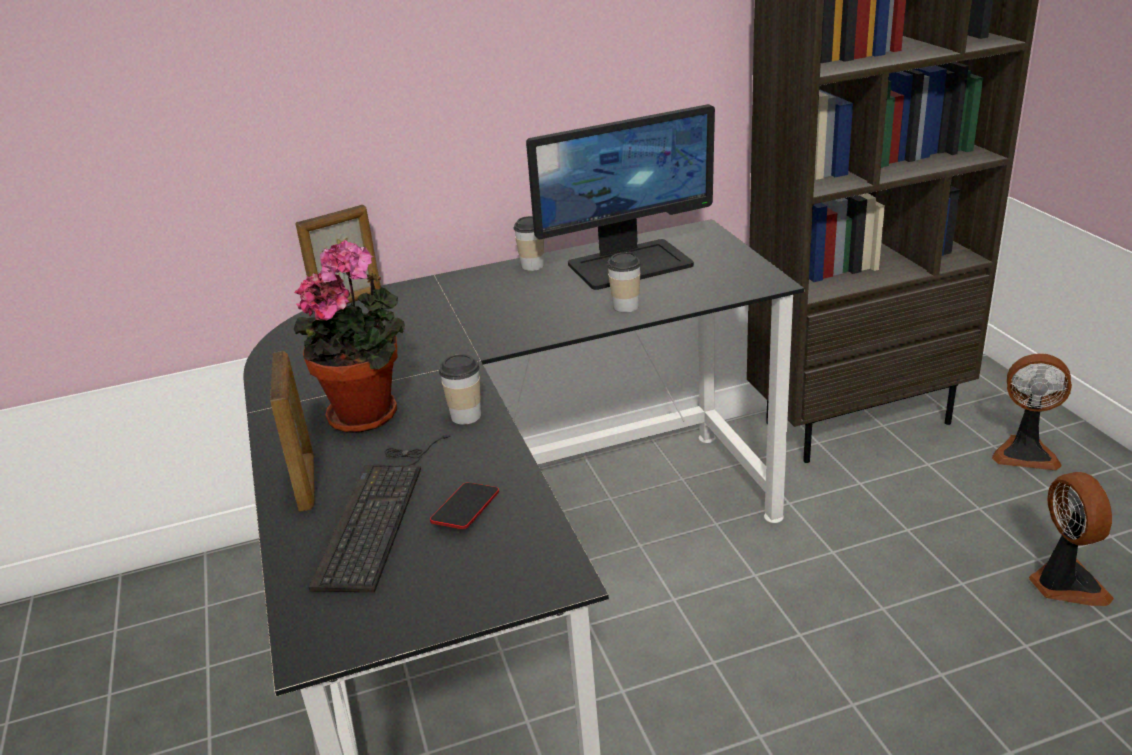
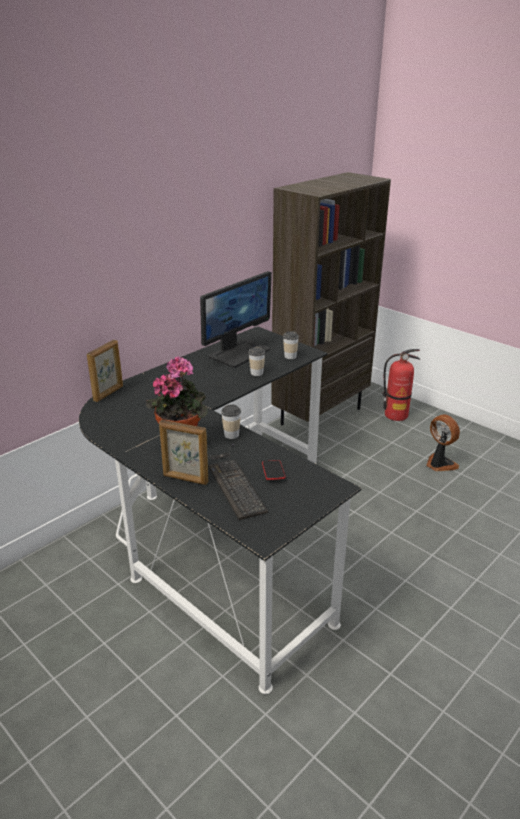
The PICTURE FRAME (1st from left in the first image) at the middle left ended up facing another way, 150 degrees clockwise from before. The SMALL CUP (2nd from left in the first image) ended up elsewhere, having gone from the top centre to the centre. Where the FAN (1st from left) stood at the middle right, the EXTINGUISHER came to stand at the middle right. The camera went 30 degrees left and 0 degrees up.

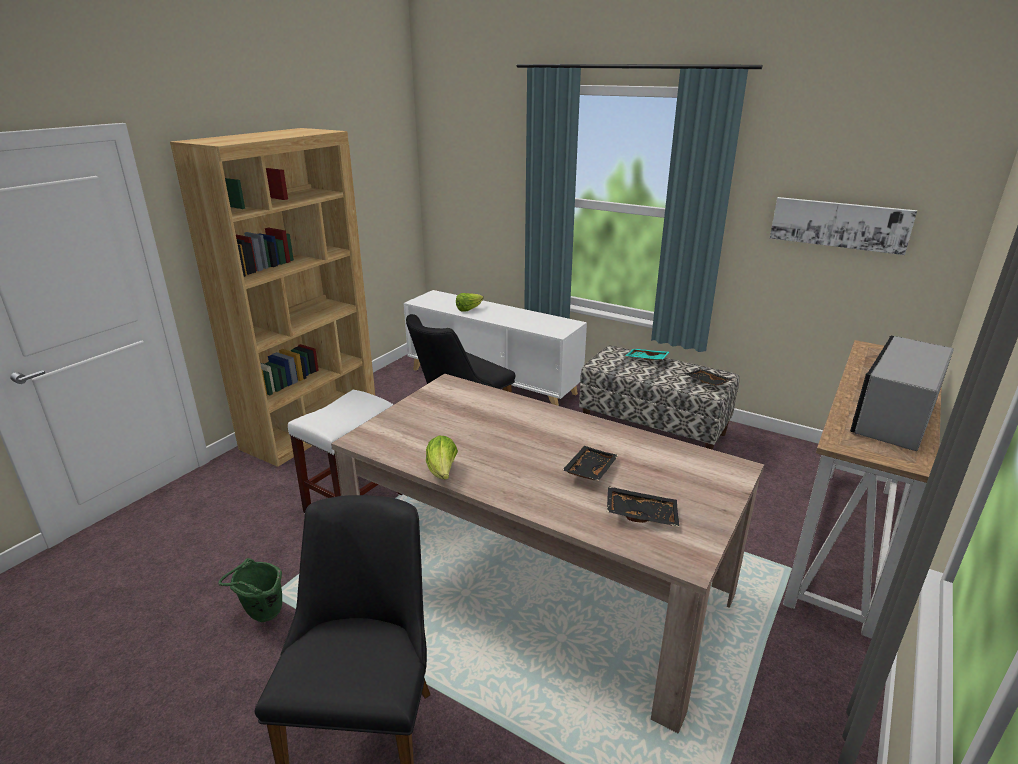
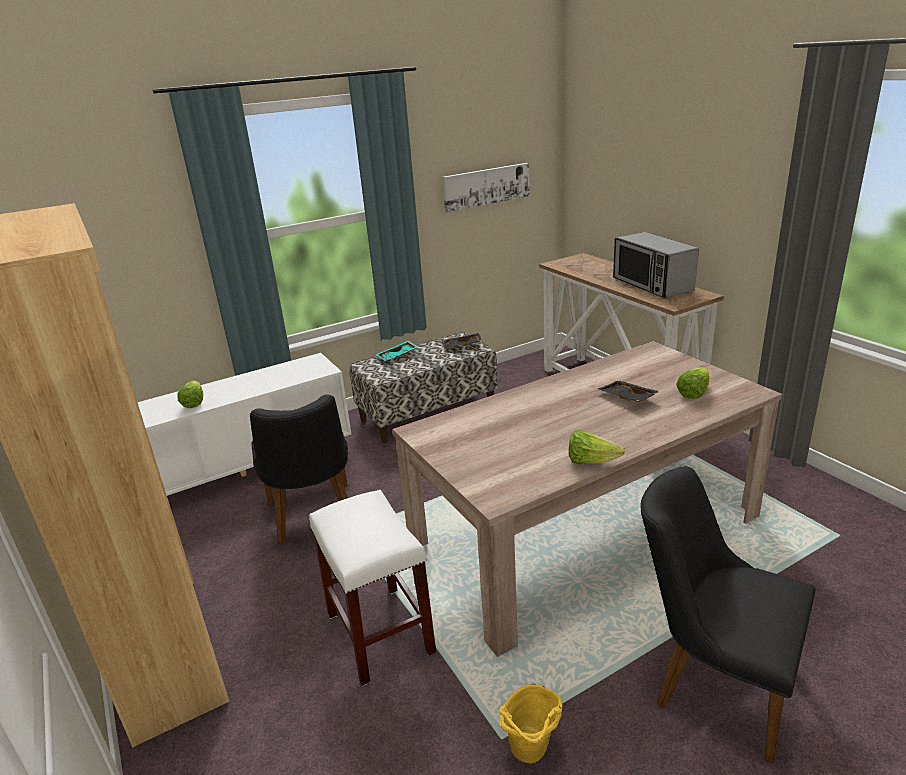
What was the GREENISH WATER BUCKET at the bottom left turned into the YELLOW-COLOURED WATER BUCKET at the bottom centre. Where the BLACK-COLOURED CARRYING TRAY (2nd from left) stood at the centre, the HEAD OF LETTUCE (3rd from left) came to stand at the middle right. The camera went 60 degrees left and 0 degrees up.

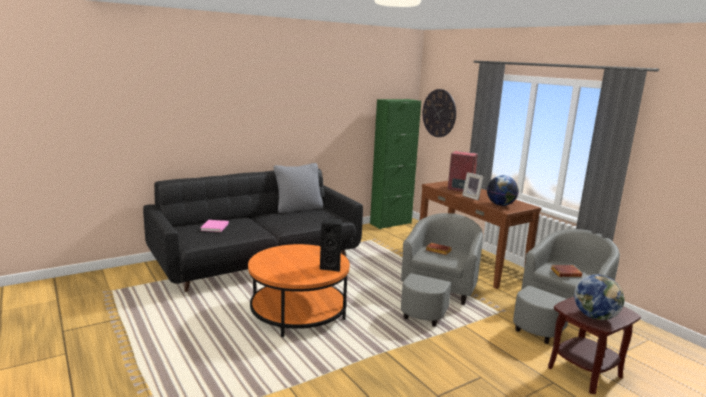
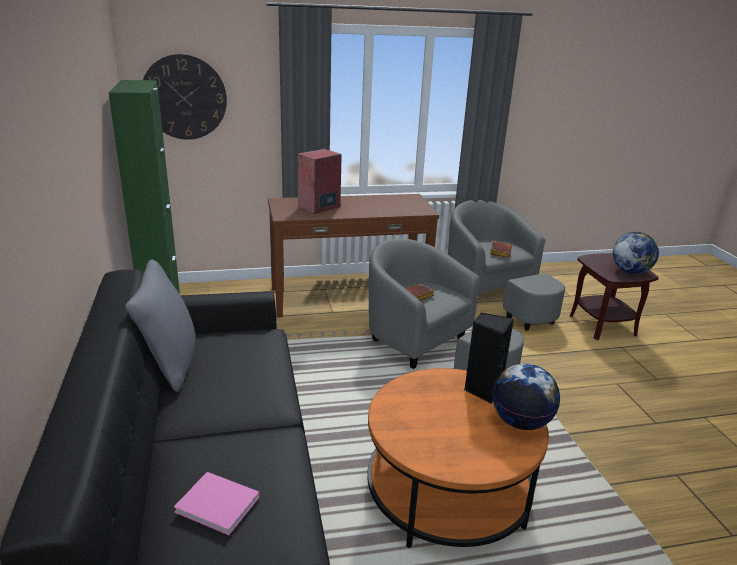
The WORLD GLOBE (1st from left) ended up elsewhere, having gone from the middle right to the bottom right. The second view lost the PICTURE FRAME at the middle right. The camera went 70 degrees left and 10 degrees up.

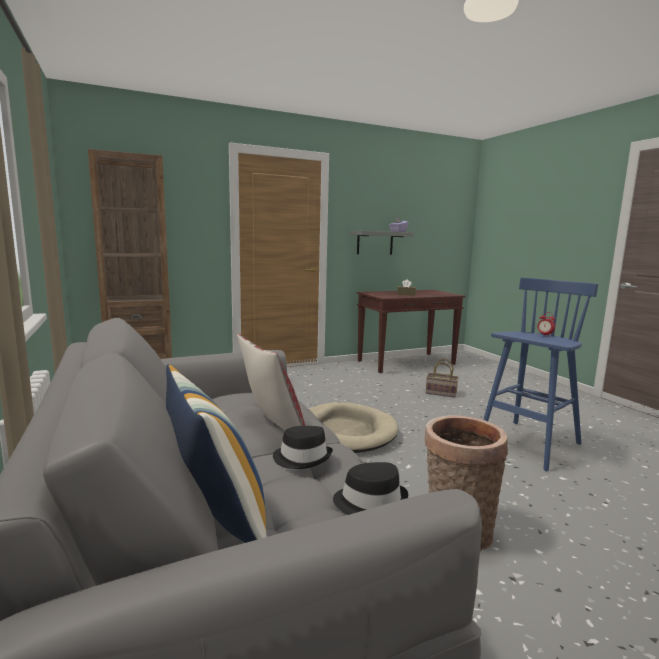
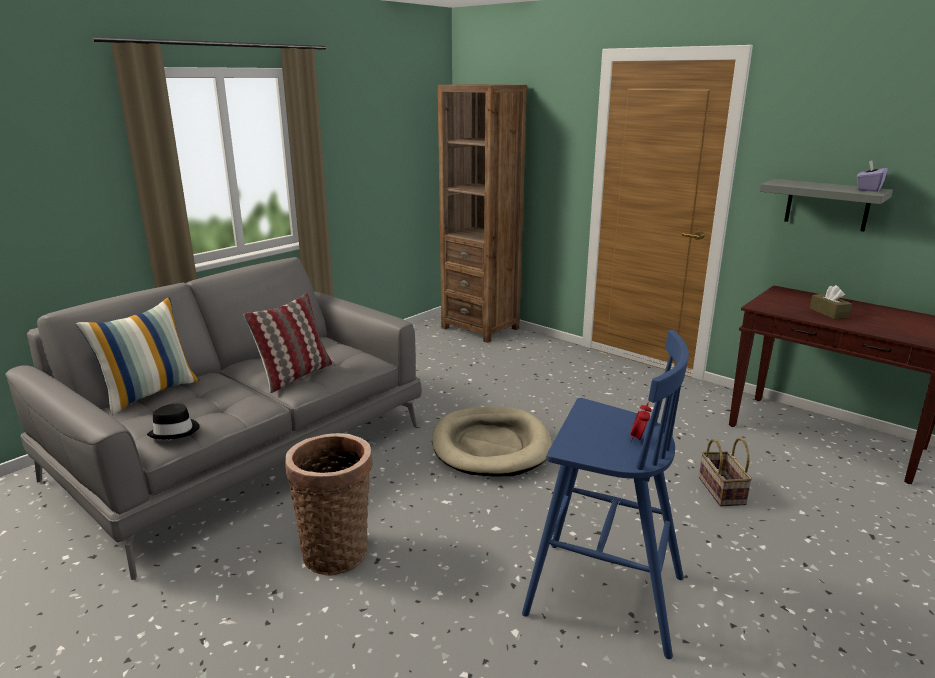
The second view lost the BLACK-COLOURED HAT (1st from left) at the bottom centre. The camera went 65 degrees right and 10 degrees up.

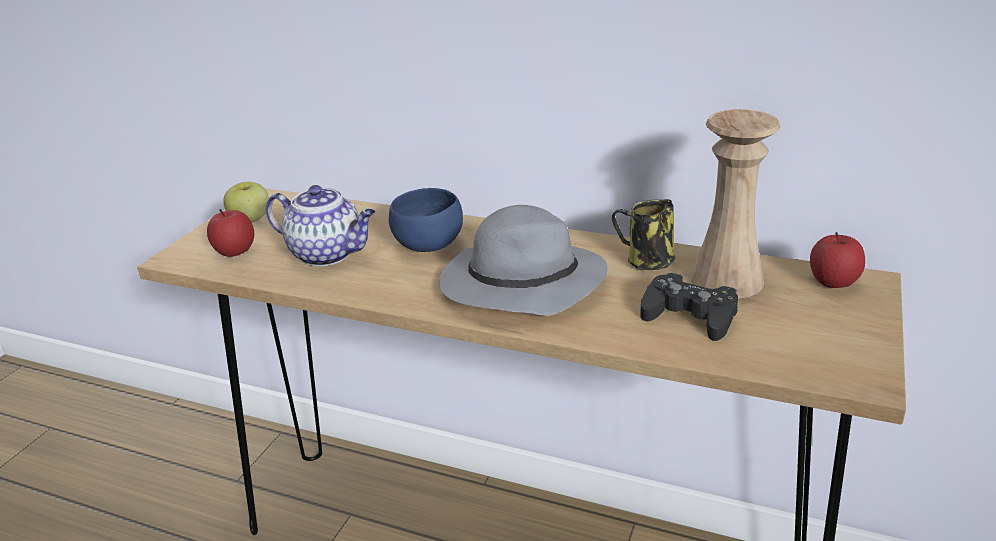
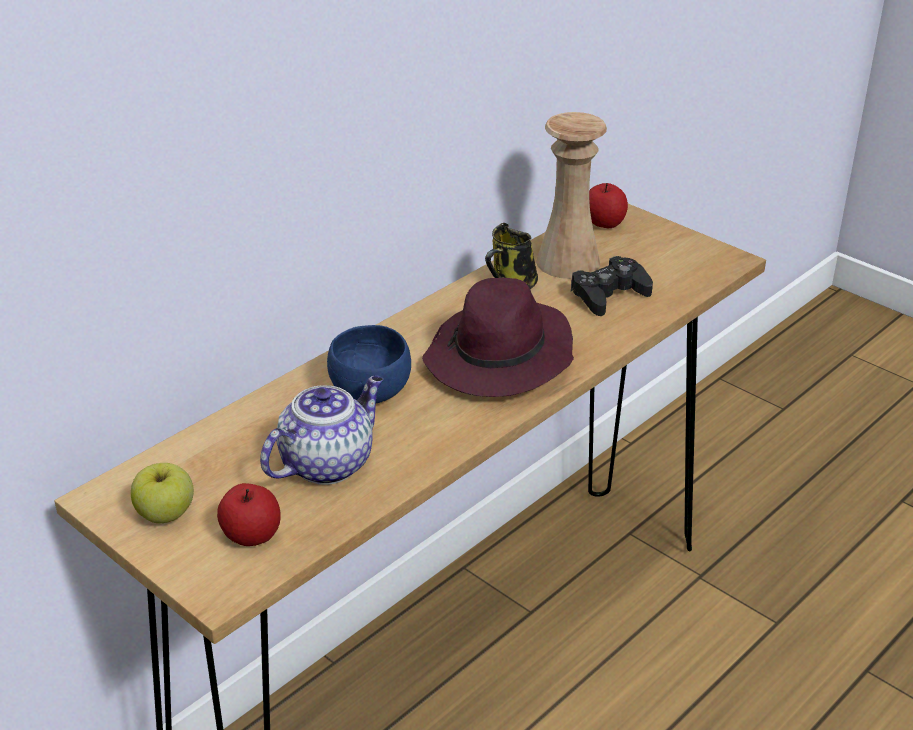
What was the GRAY HAT at the centre turned into the PURPLE HAT at the centre. The camera went 70 degrees left and 5 degrees up.

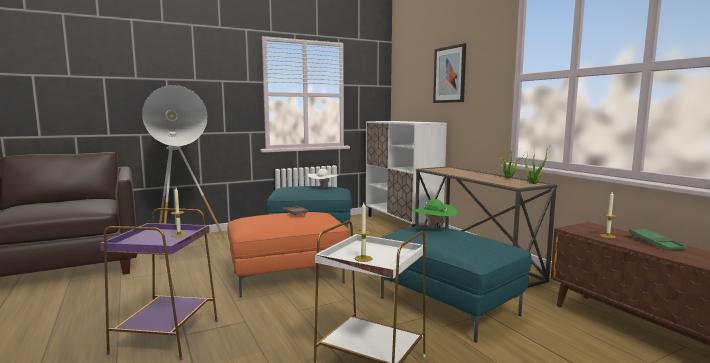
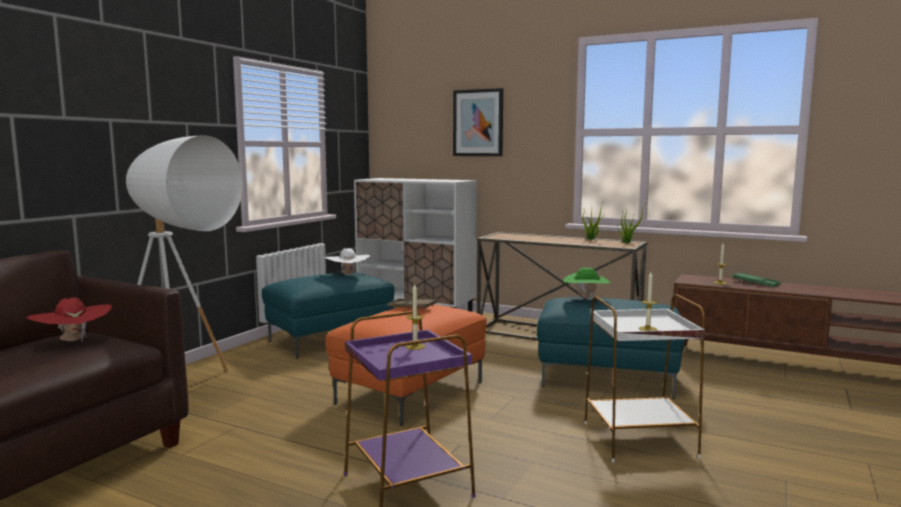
The second view gained the RED-COLOURED HAT at the middle left. The camera went 35 degrees left and 0 degrees up.

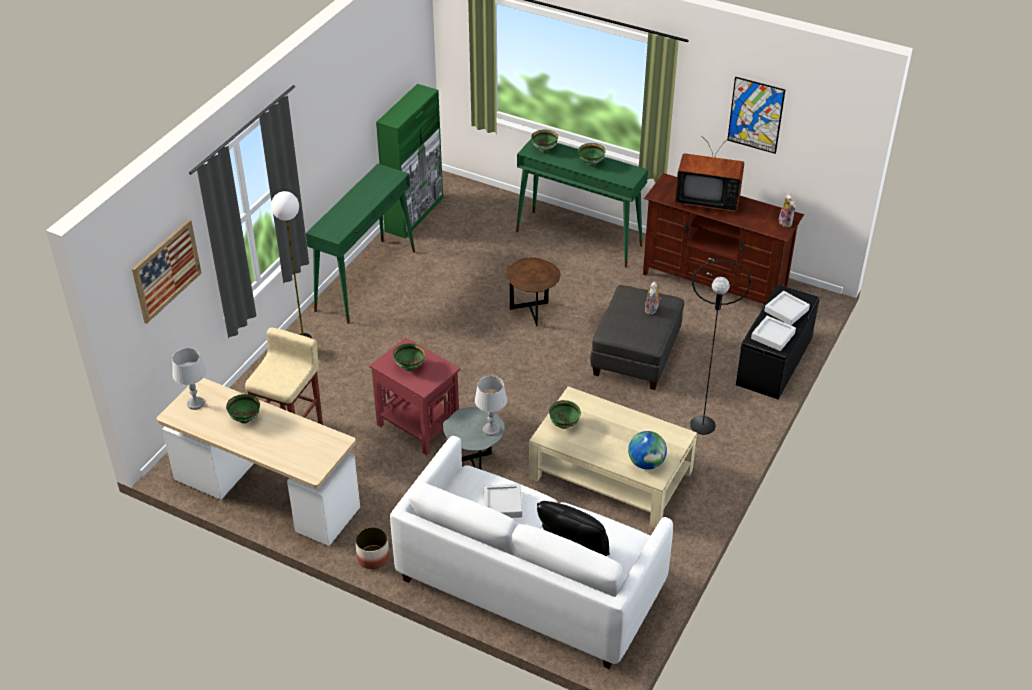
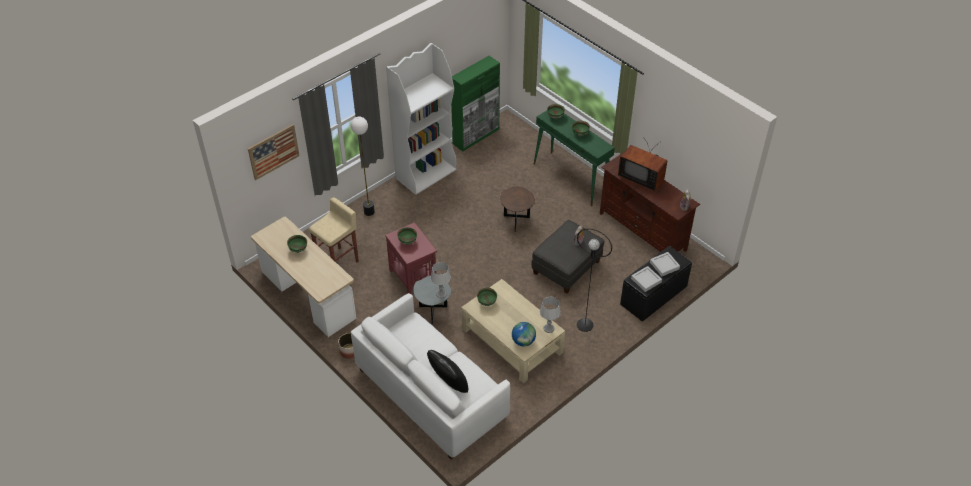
Where the GREENISH CONSOLE TABLE (1st from left) stood at the centre, the WHITE BOOKSHELF came to stand at the top centre. The GRAY TABLETOP LAMP (1st from left in the first image) ended up elsewhere, having gone from the middle left to the centre. The second view lost the GRAY CARRYING TRAY (1st from left) at the bottom centre. The second view lost the WALL PICTURE (2nd from left) at the top right. The camera went 20 degrees right and 5 degrees up.

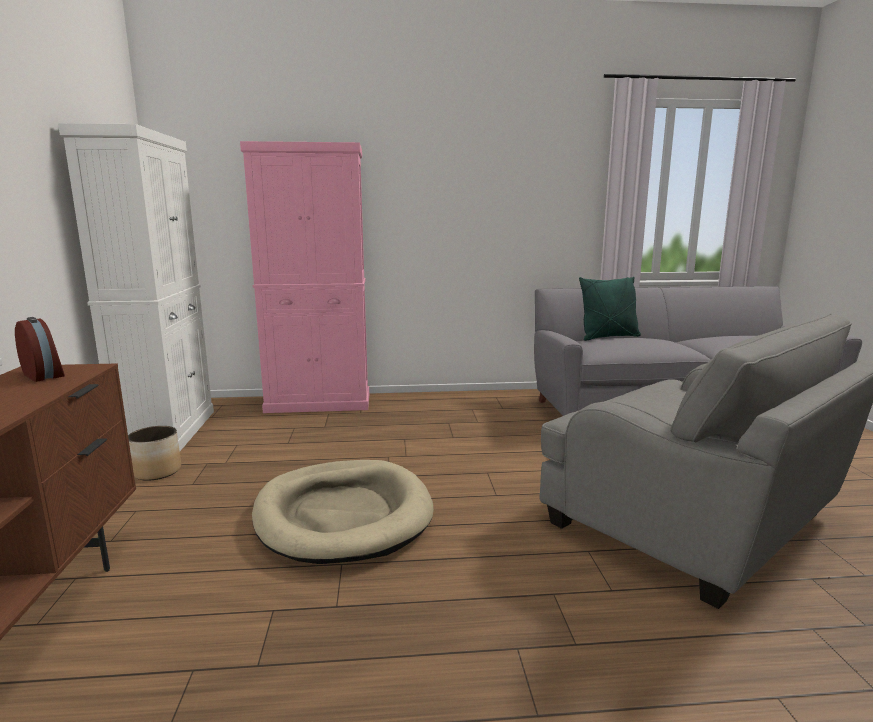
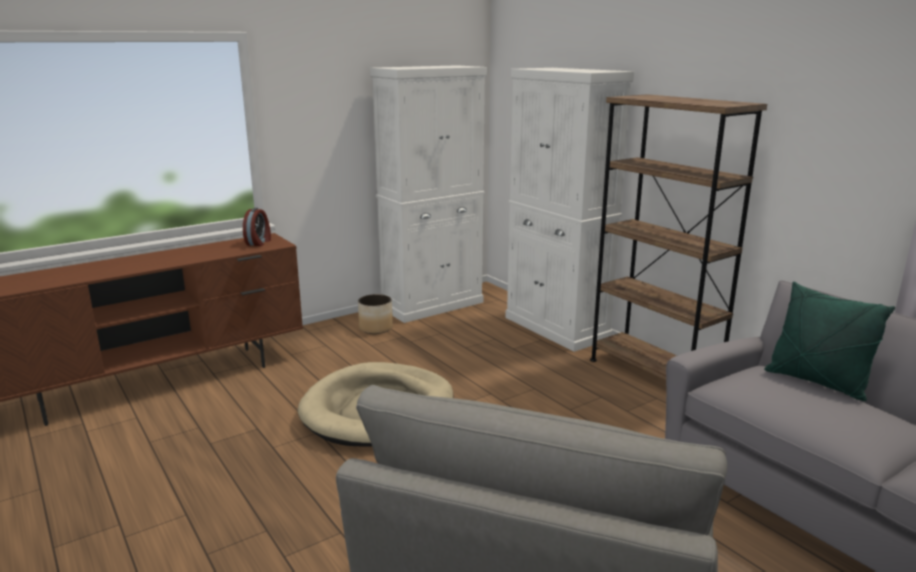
What was the PINK CABINET at the centre turned into the WHITE CABINET (2nd from left) at the centre. The second view gained the BROWNISH BOOKSHELF at the middle right. The camera went 60 degrees right and 5 degrees up.

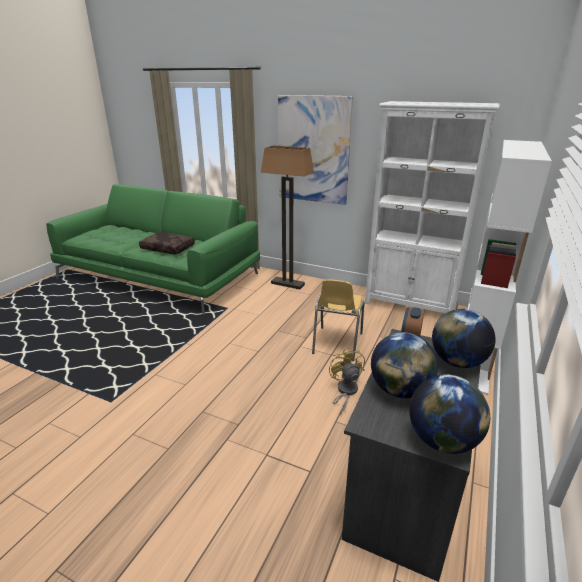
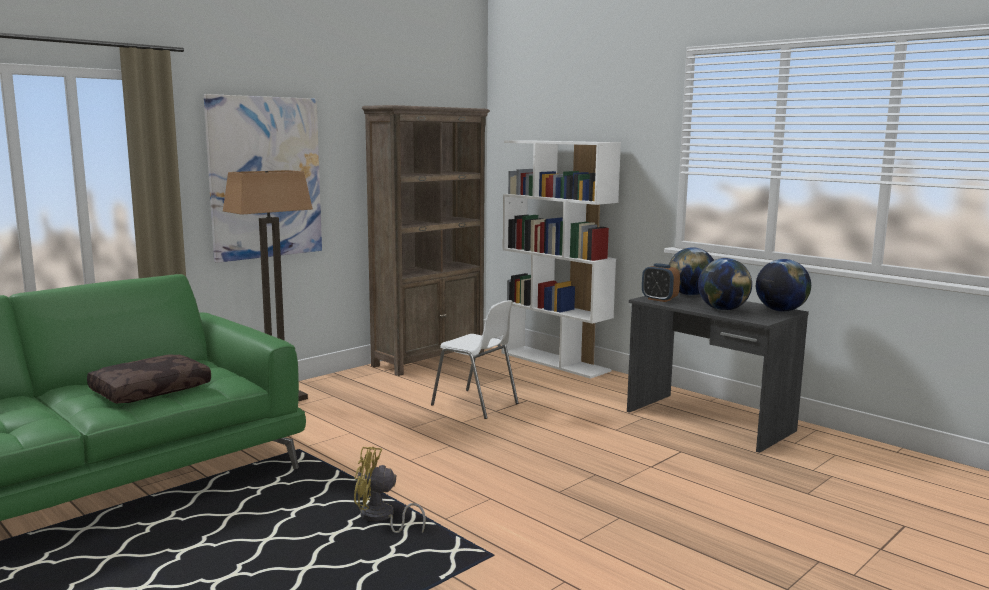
The YELLOW-COLOURED FAN ended up elsewhere, having gone from the centre to the bottom centre. What was the WHITE BOOKSHELF (1st from left) at the middle right turned into the BROWNISH BOOKSHELF at the centre. What was the YELLOW-COLOURED UPRIGHT CHAIR at the centre turned into the WHITE UPRIGHT CHAIR at the centre. The camera went 70 degrees left and 15 degrees down.

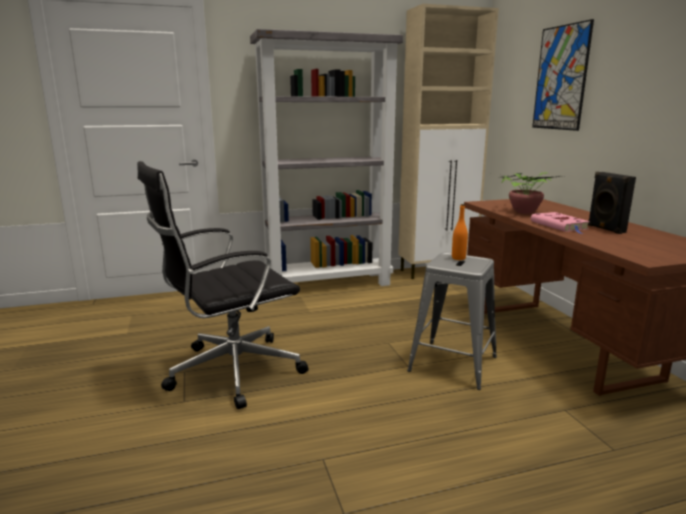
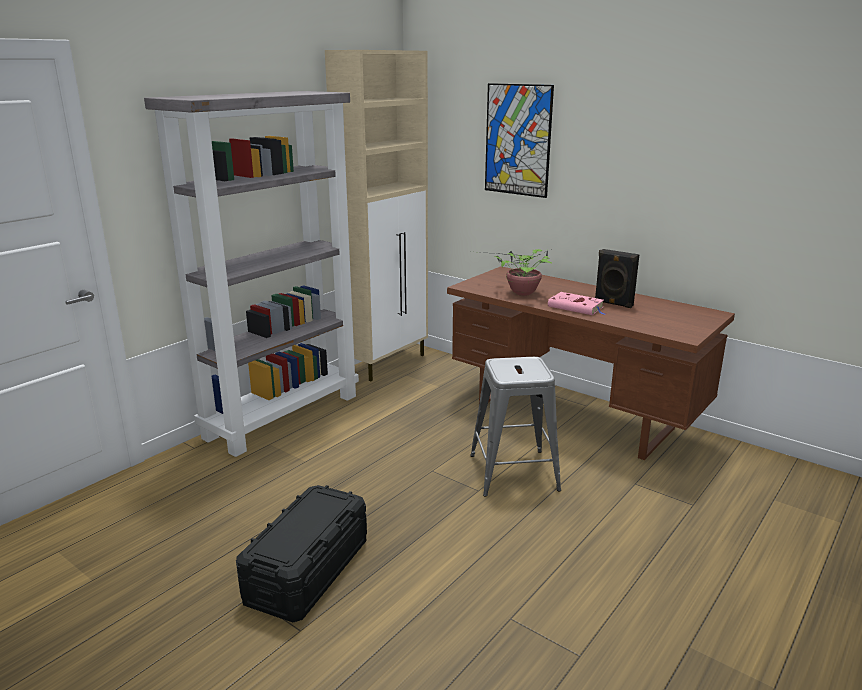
Where the BLACK-COLOURED DESK CHAIR stood at the middle left, the BLACK-COLOURED STORAGE BOX came to stand at the bottom centre. The second view lost the ORANGEY BEVERAGE BOTTLE at the middle right. The camera went 35 degrees left and 5 degrees up.

